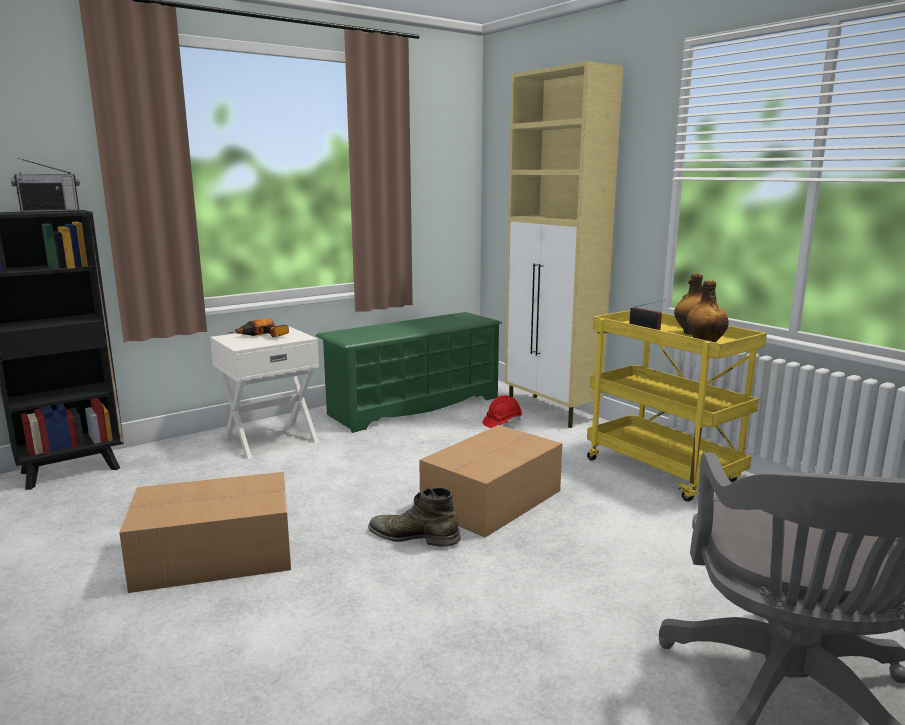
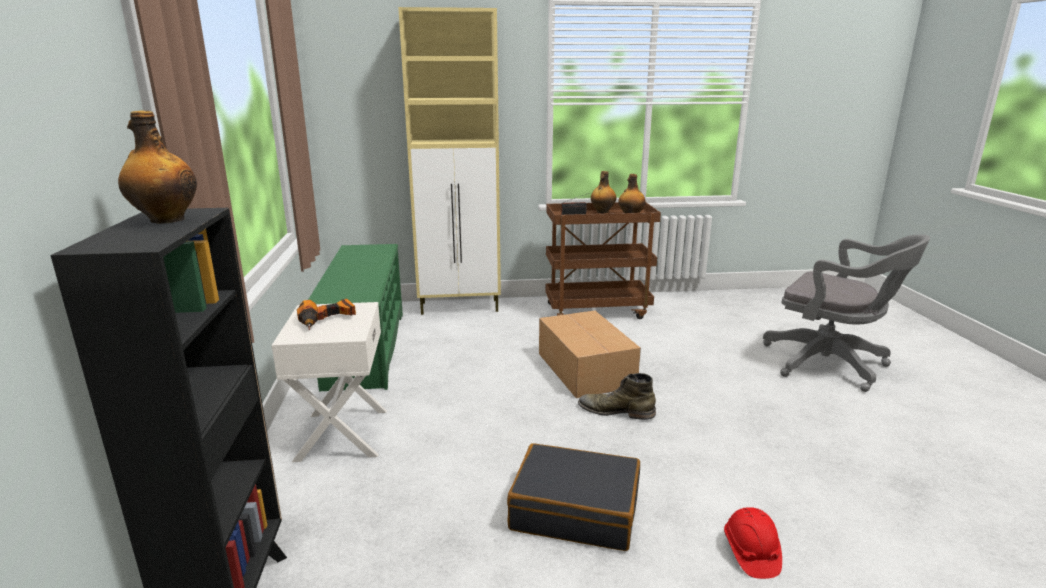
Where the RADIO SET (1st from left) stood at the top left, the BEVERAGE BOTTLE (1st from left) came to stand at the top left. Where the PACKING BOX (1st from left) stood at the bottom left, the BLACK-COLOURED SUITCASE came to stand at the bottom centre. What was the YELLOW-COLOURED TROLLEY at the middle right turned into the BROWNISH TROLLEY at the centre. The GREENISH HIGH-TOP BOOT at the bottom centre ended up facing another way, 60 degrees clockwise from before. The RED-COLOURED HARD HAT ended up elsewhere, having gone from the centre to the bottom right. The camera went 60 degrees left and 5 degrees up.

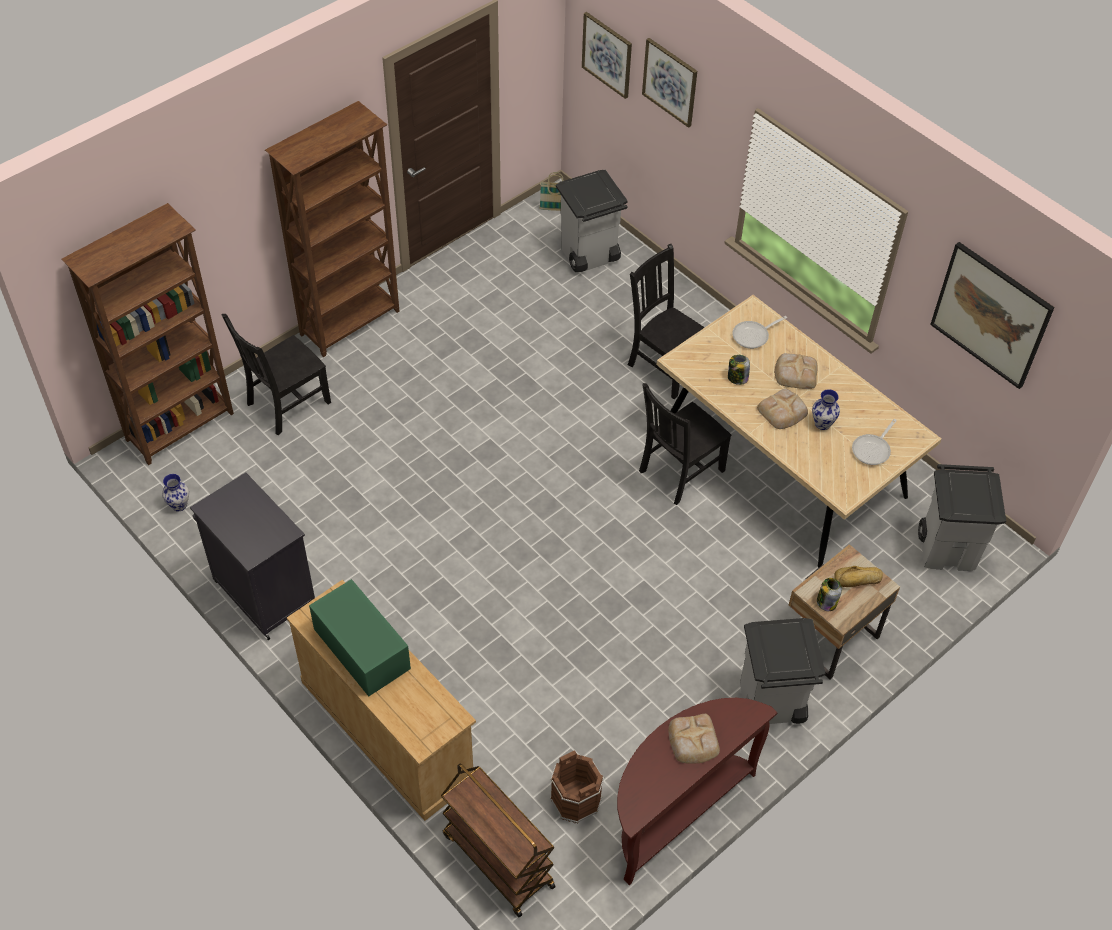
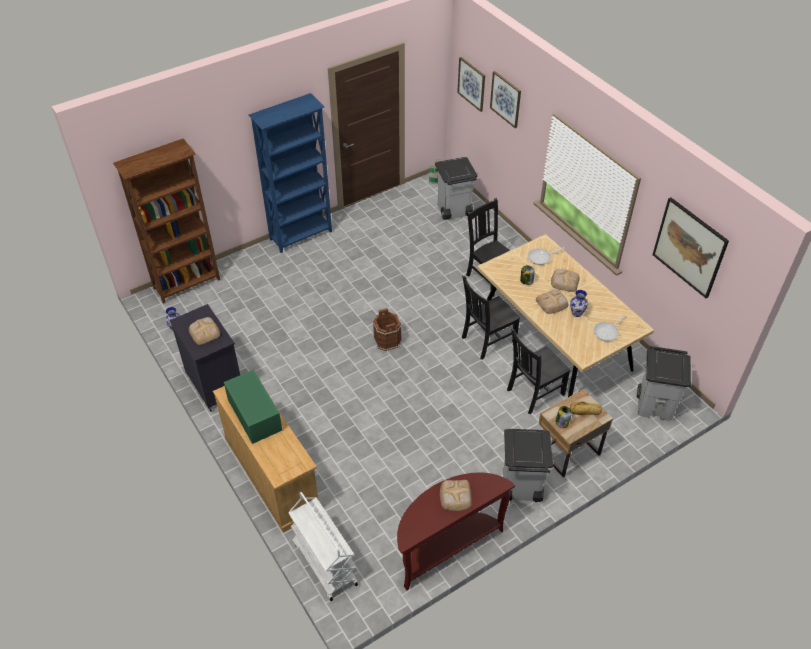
The second view gained the BAKED BREAD (1st from left) at the middle left. What was the BROWNISH BOOKSHELF (2nd from left) at the top left turned into the BLUE BOOKSHELF at the top centre. What was the BROWNISH TROLLEY at the bottom centre turned into the WHITE TROLLEY at the bottom centre. The BROWNISH WATER BUCKET ended up elsewhere, having gone from the bottom centre to the centre. The BLACK-COLOURED UPRIGHT CHAIR (1st from left in the first image) ended up elsewhere, having gone from the middle left to the centre. The camera went 10 degrees right and 5 degrees down.

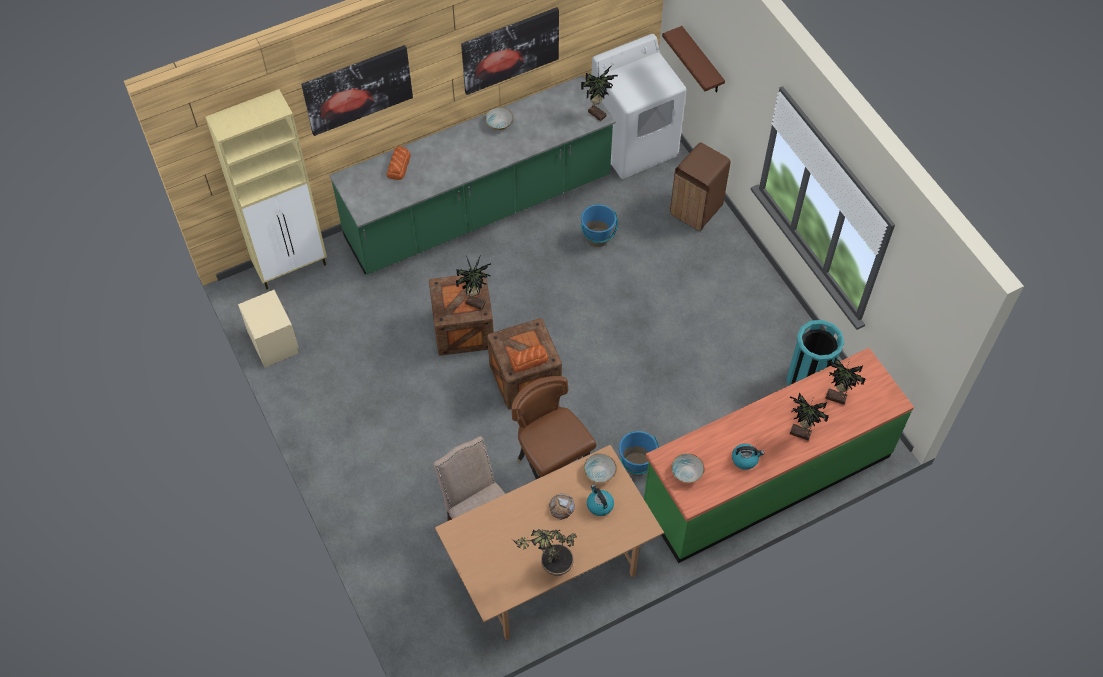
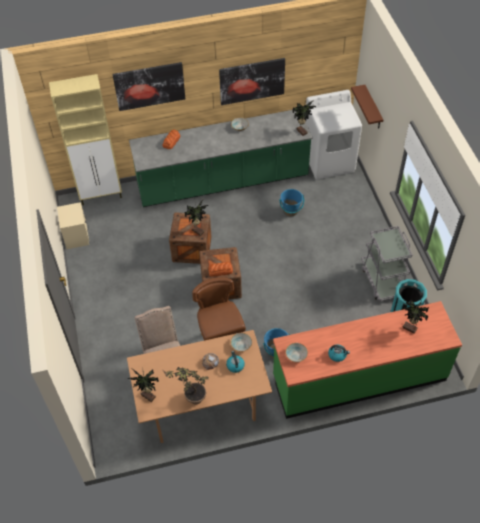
The POTTED PLANT (4th from left in the first image) ended up elsewhere, having gone from the middle right to the bottom left. The second view gained the GRAY TROLLEY at the middle right. The second view lost the BROWNISH WASTE BIN at the top centre. The camera went 15 degrees right and 5 degrees down.

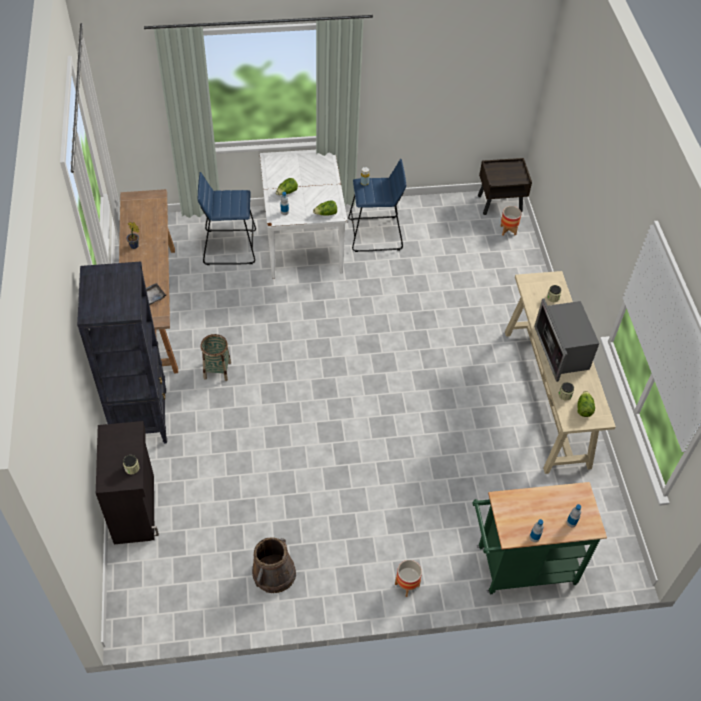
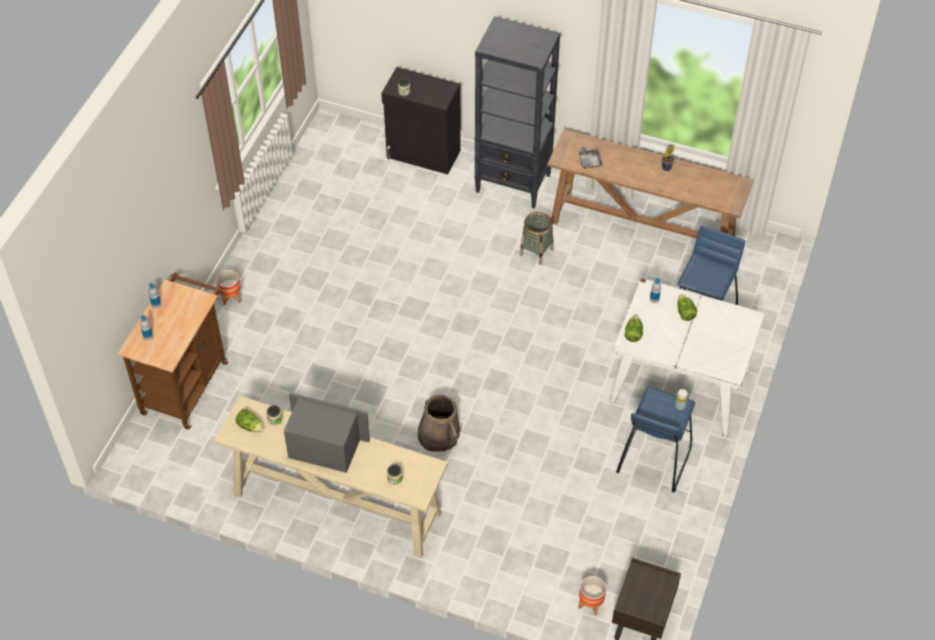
What was the GREENISH TROLLEY at the bottom right turned into the BROWNISH TROLLEY at the middle left. The BROWNISH WATER BUCKET ended up elsewhere, having gone from the bottom centre to the centre. The camera went 120 degrees right and 0 degrees up.

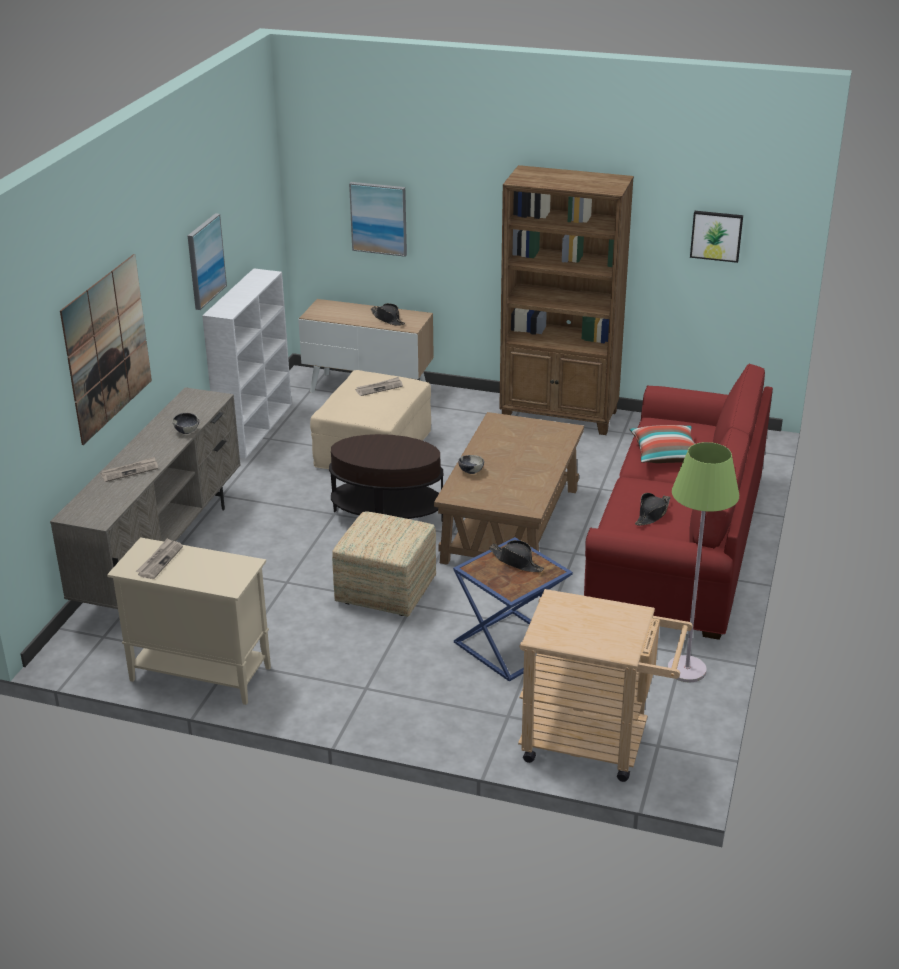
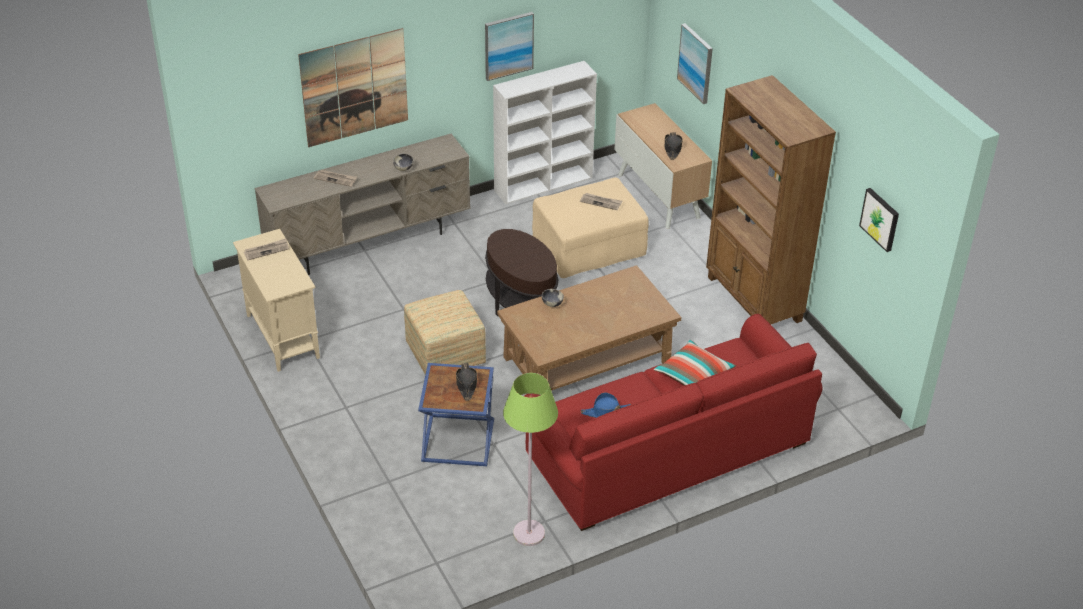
What was the BLACK-COLOURED HAT (3rd from left) at the middle right turned into the BLUE HAT at the centre. The second view lost the BEIGE-COLOURED TROLLEY at the bottom right. The camera went 45 degrees right and 10 degrees up.

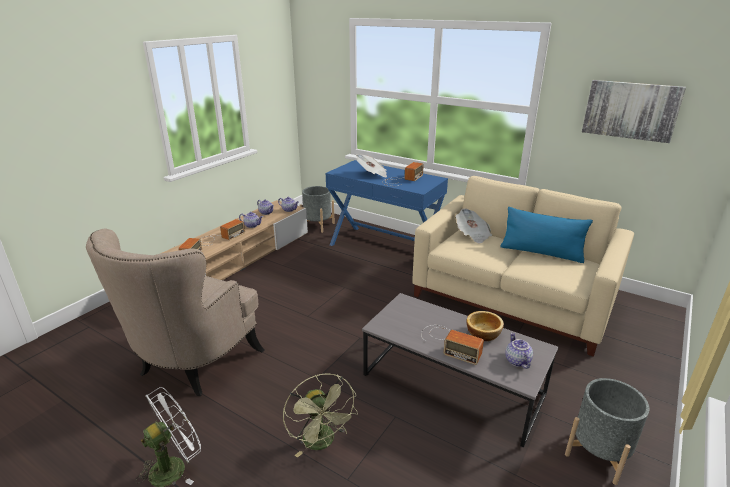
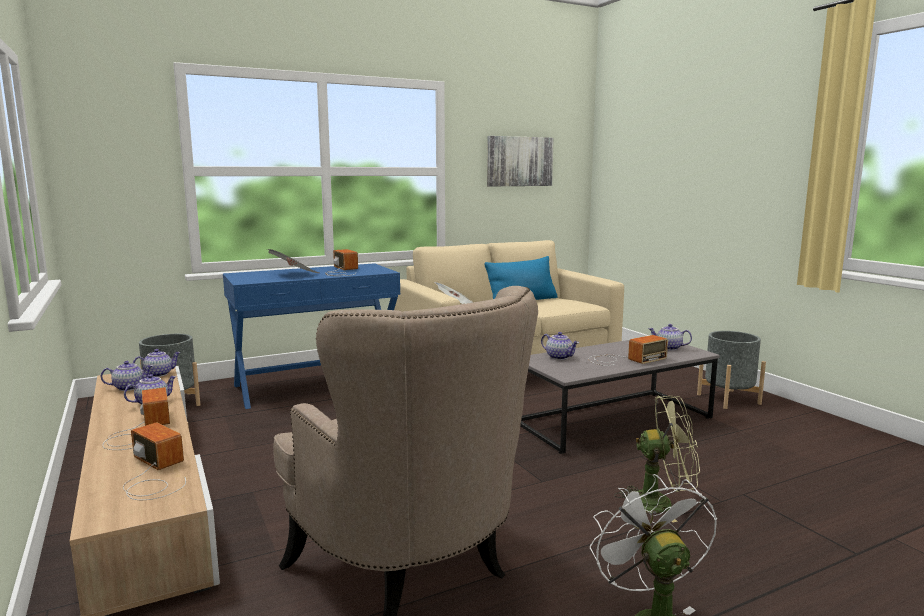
The second view gained the TEAPOT (4th from left) at the centre. The second view lost the DEEP DISH at the bottom centre. The camera went 60 degrees left and 15 degrees down.

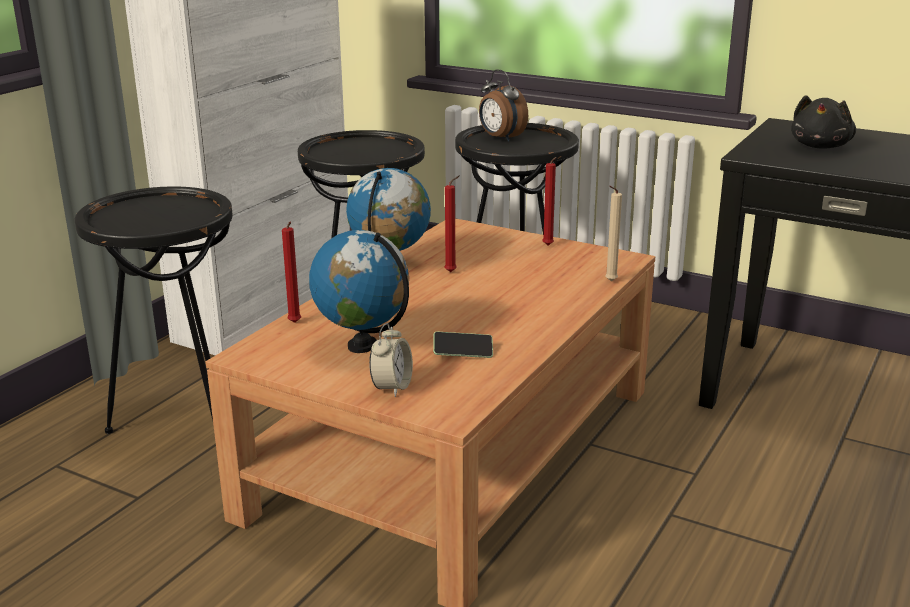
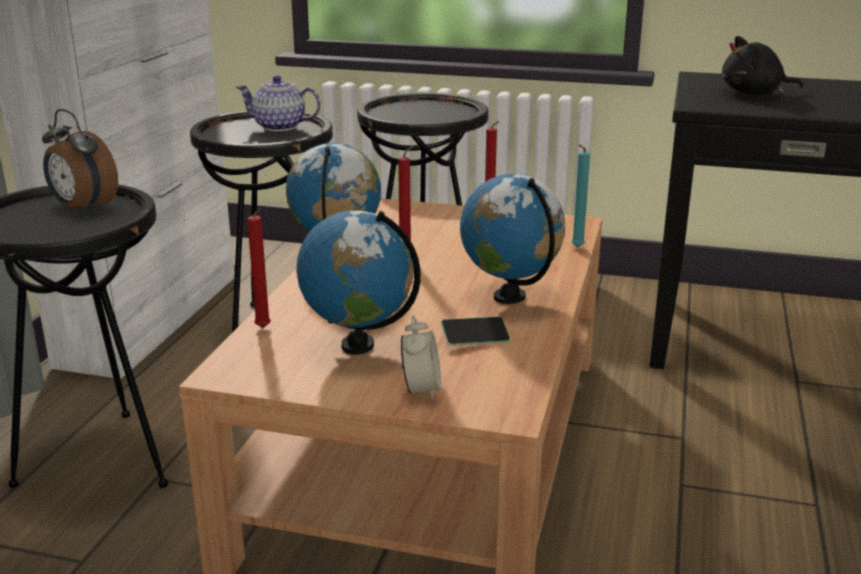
The BEDSIDE CLOCK (2nd from left in the first image) ended up elsewhere, having gone from the top centre to the top left. The second view gained the TEAPOT at the top left. The second view gained the WORLD GLOBE (3rd from left) at the centre. What was the BEIGE-COLOURED CANDLE at the middle right turned into the TURQUOISE-COLOURED CANDLE at the middle right. The BLACK-COLOURED CUDDLY TOY at the top right ended up facing another way, 75 degrees clockwise from before. The camera went 15 degrees left and 0 degrees up.

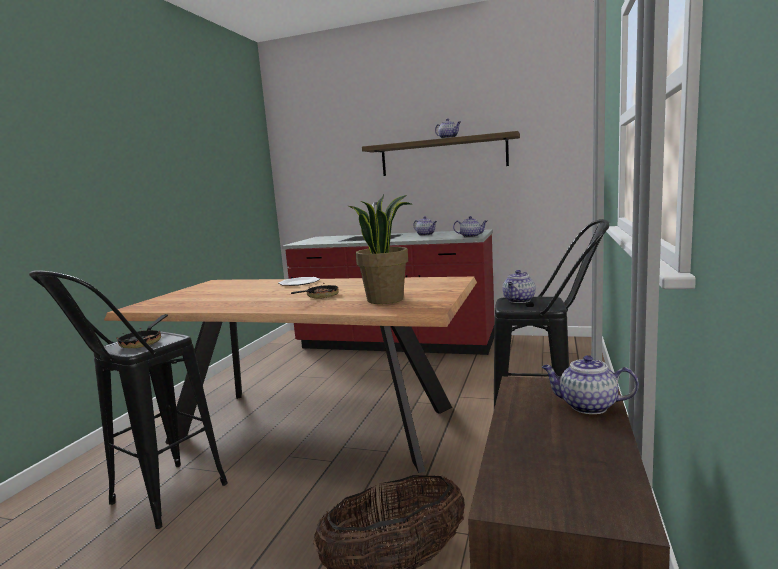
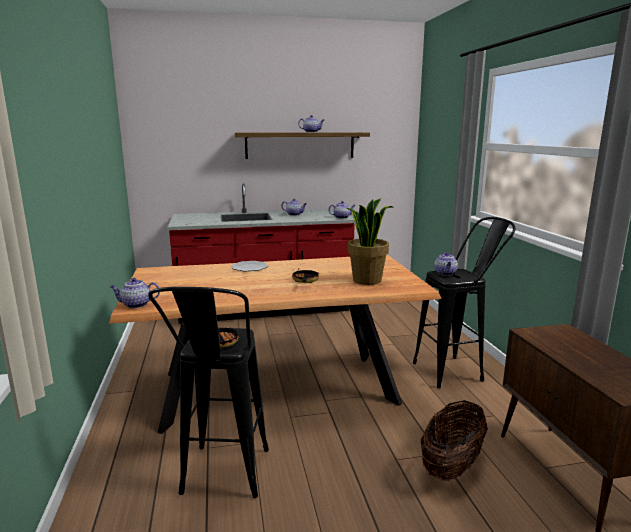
The TEAPOT (5th from left in the first image) ended up elsewhere, having gone from the bottom right to the middle left. The camera went 30 degrees left and 5 degrees up.

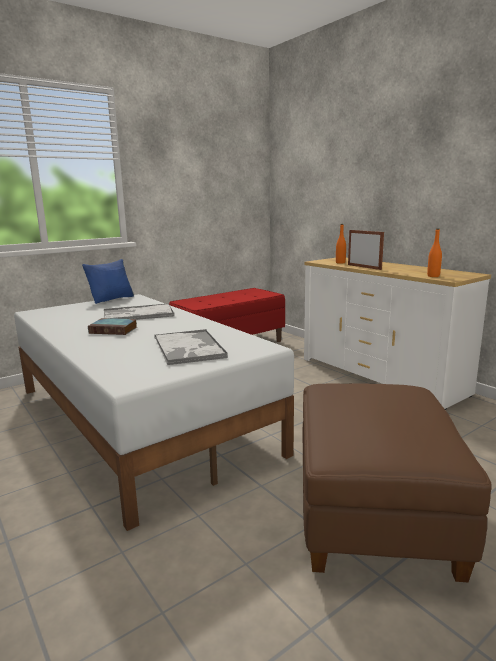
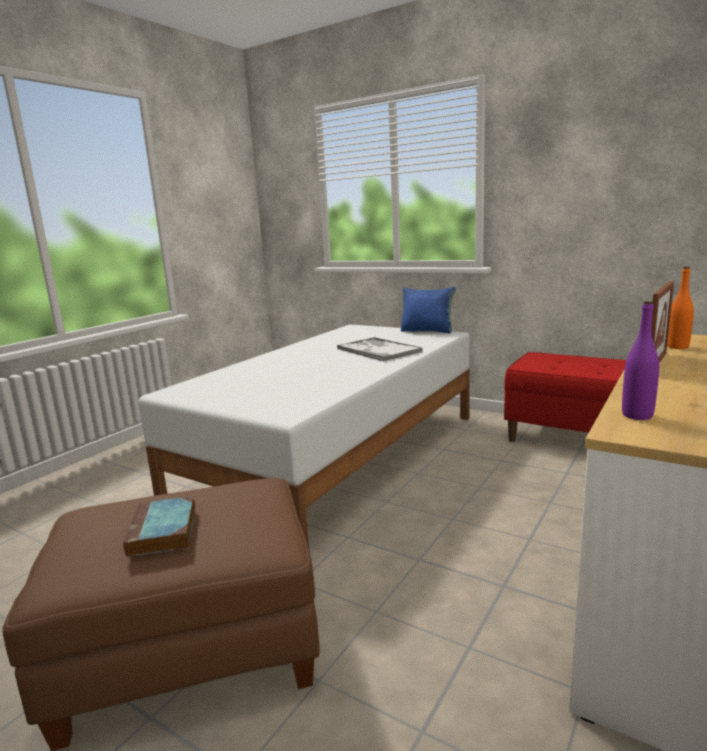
The BOUND BOOK ended up elsewhere, having gone from the middle left to the bottom left. What was the ORANGEY BEVERAGE BOTTLE (2nd from left) at the middle right turned into the PURPLE BEVERAGE BOTTLE at the middle right. The second view lost the CARRYING TRAY (2nd from left) at the centre. The camera went 70 degrees right and 0 degrees up.

